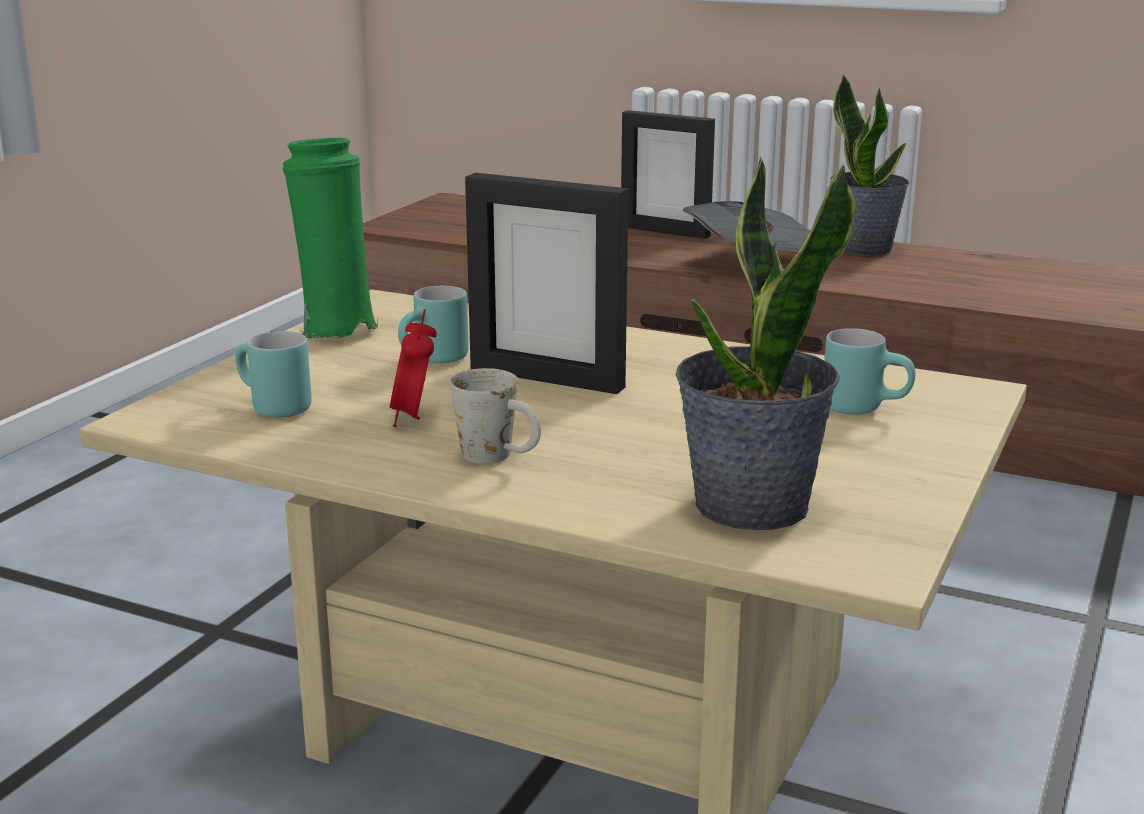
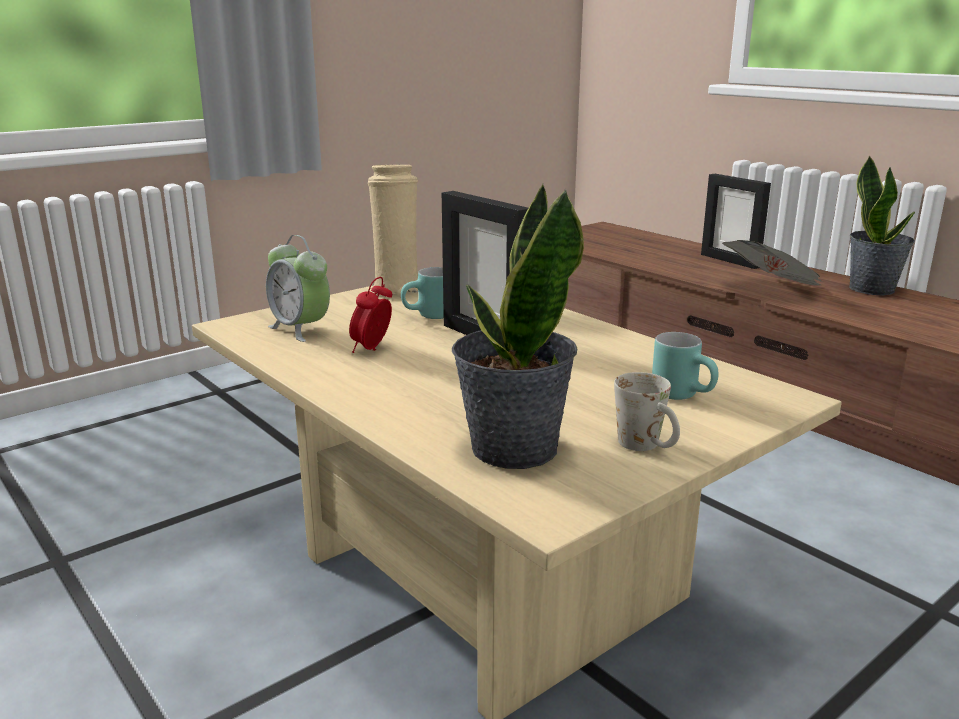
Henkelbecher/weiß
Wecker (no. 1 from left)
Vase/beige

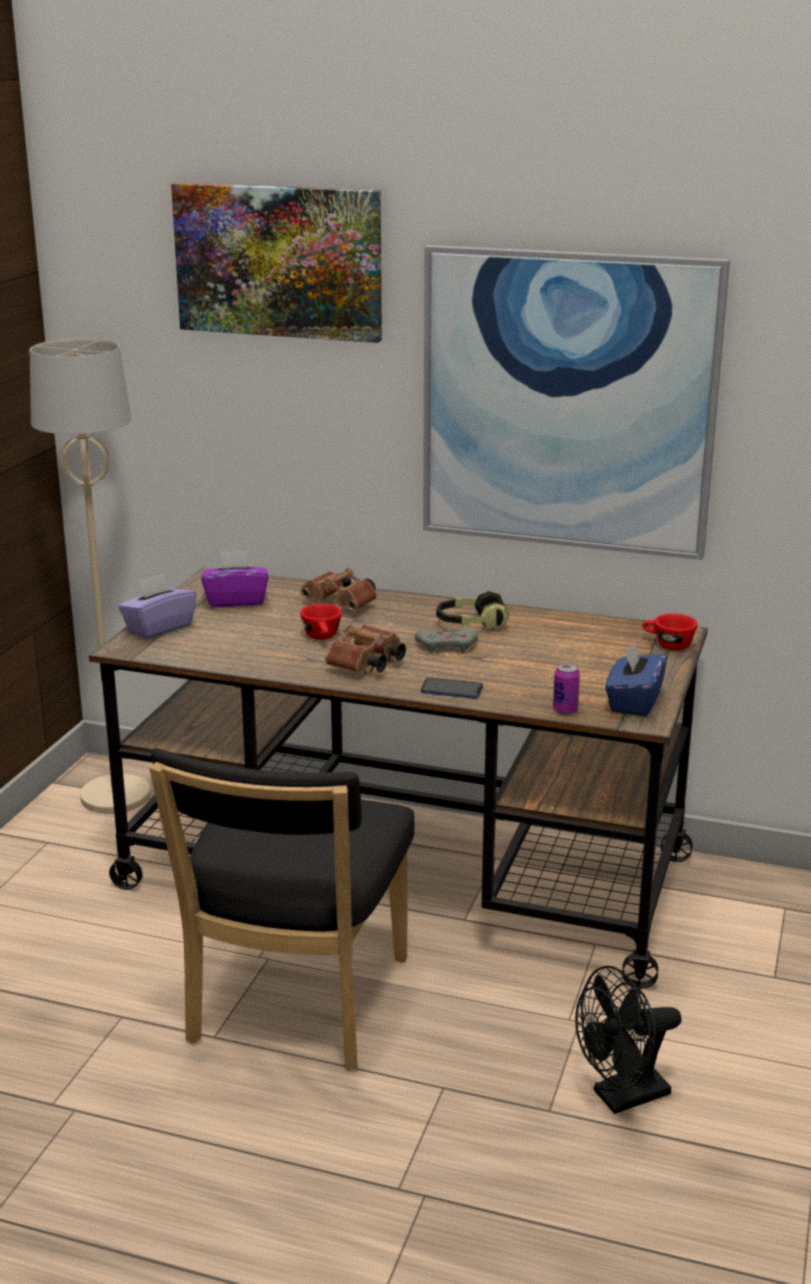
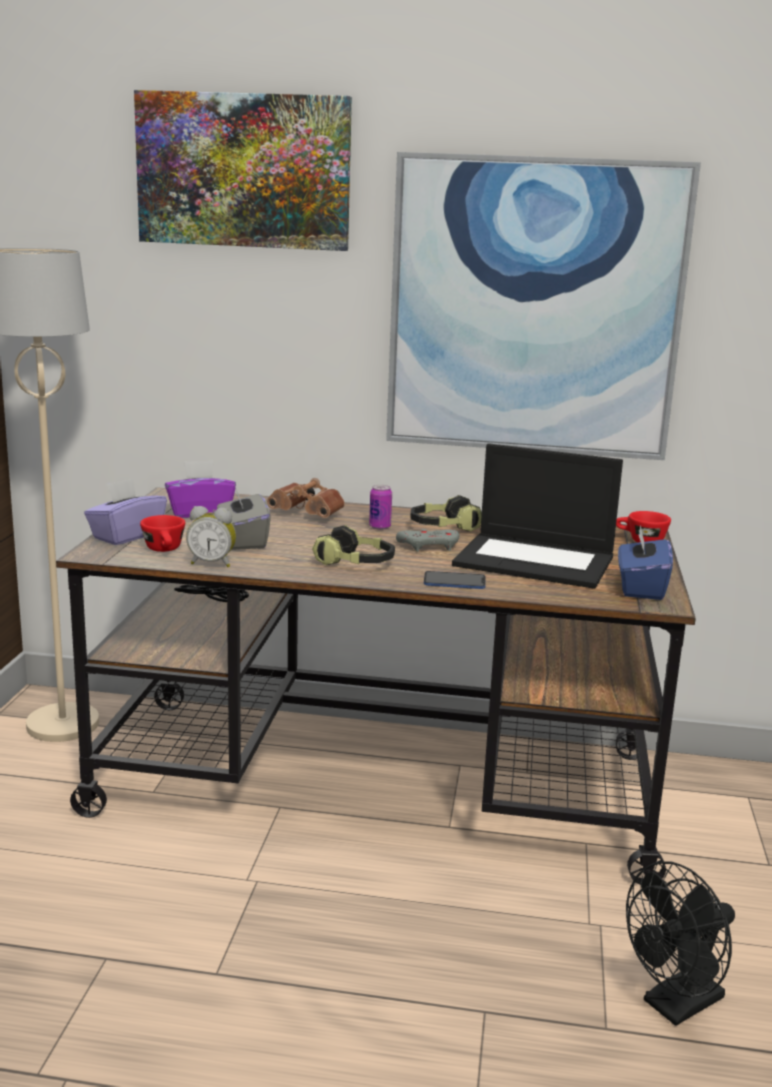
Stuhl/schwarz
Wecker
Taschentuchbox/grau
Laptop
Tasse/rot (no. 1 from left)
Dose
Kopfhörer (no. 1 from left)

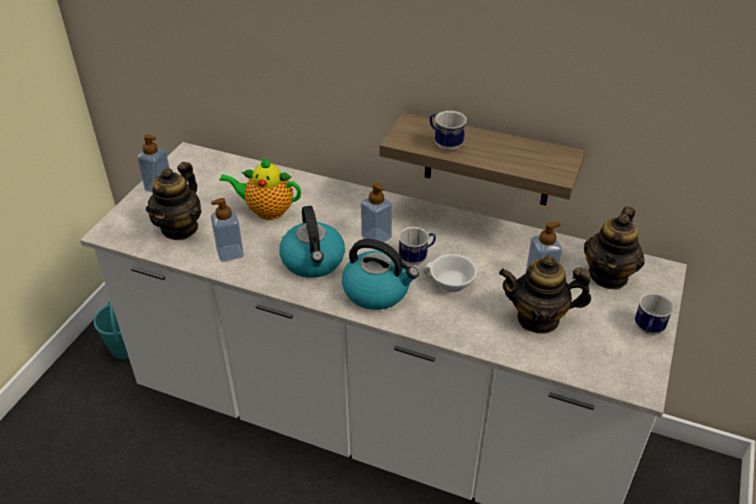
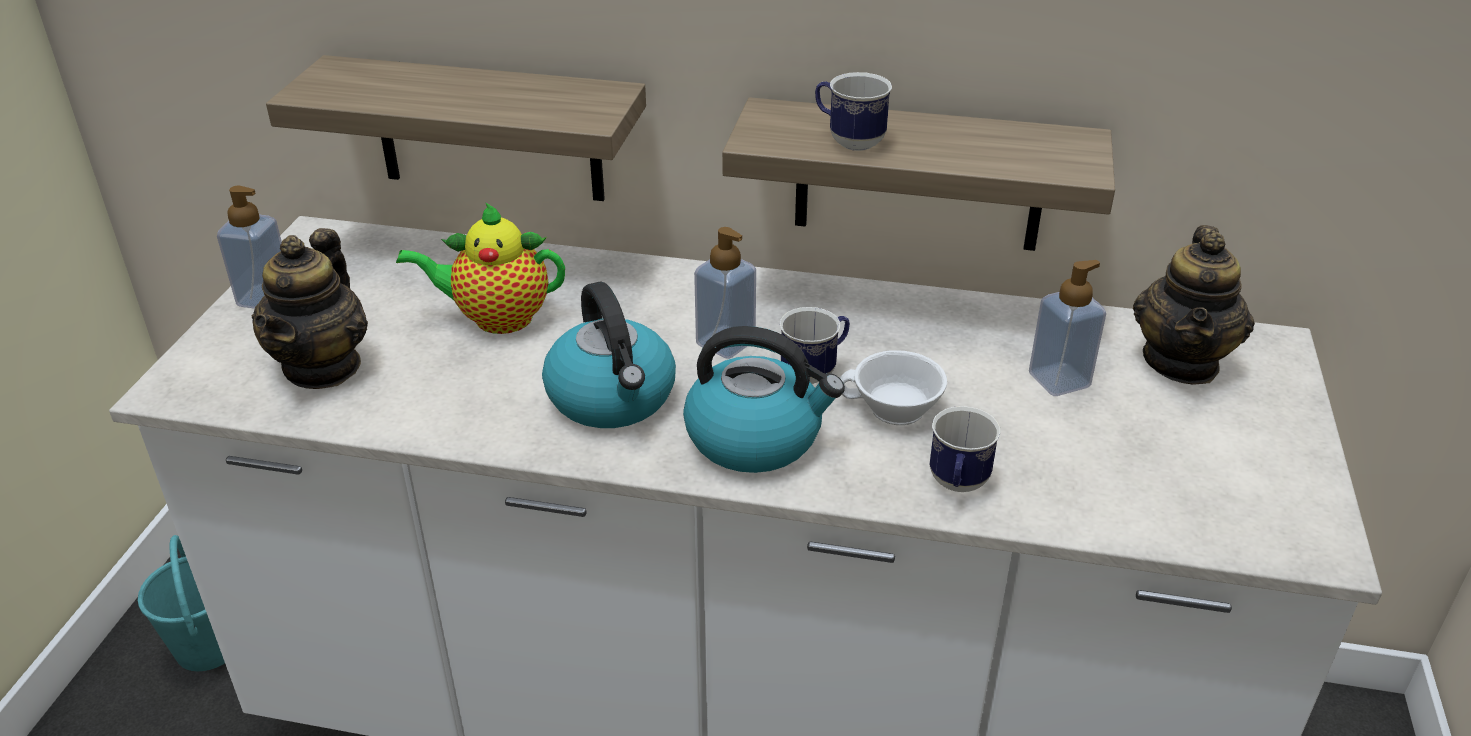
Seifenspender (no. 2 from left in the first image)
Teekanne (no. 3 from left in the first image)
Wandregal (no. 1 from left)
Henkelbecher (no. 3 from left)

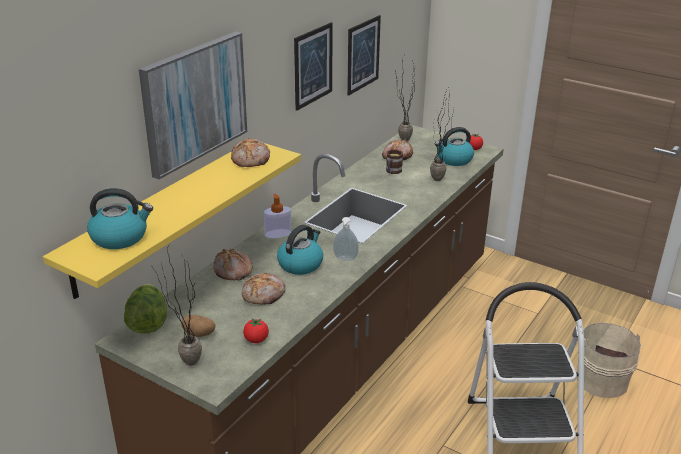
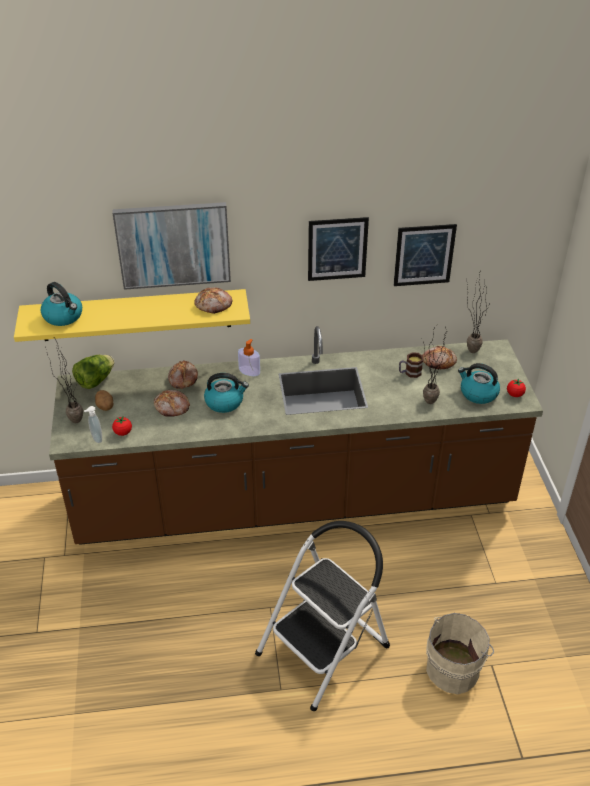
Seifenspender (no. 1 from left)

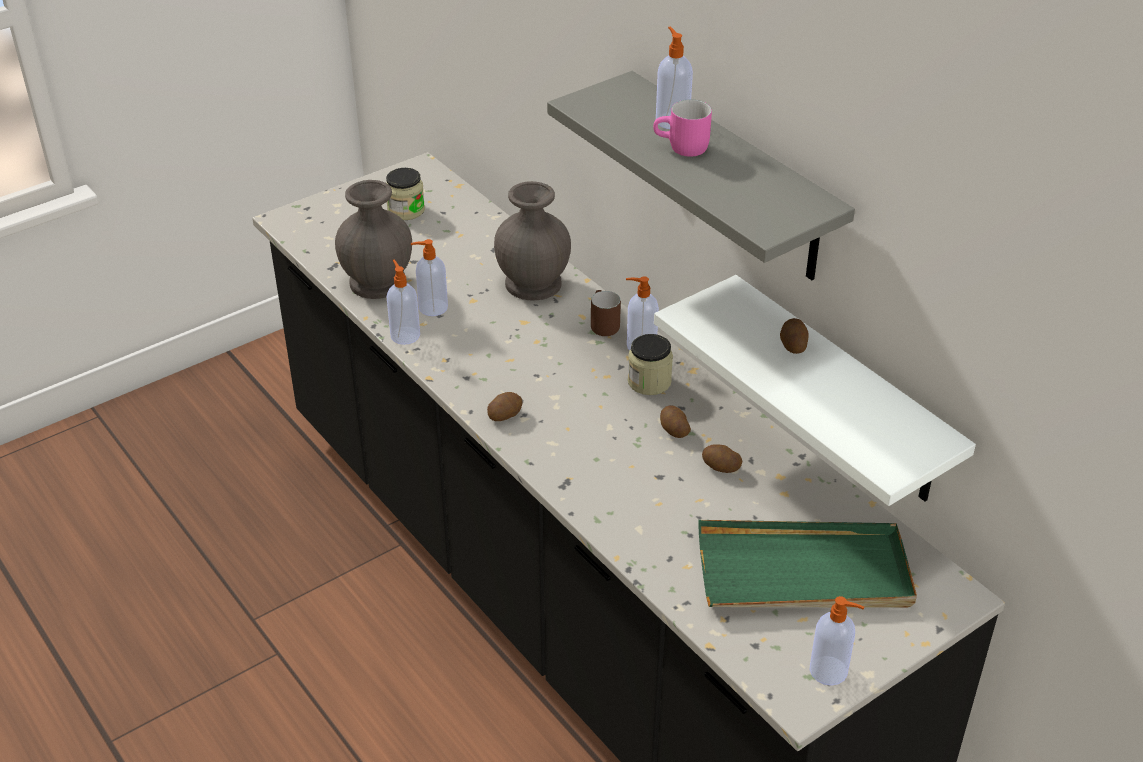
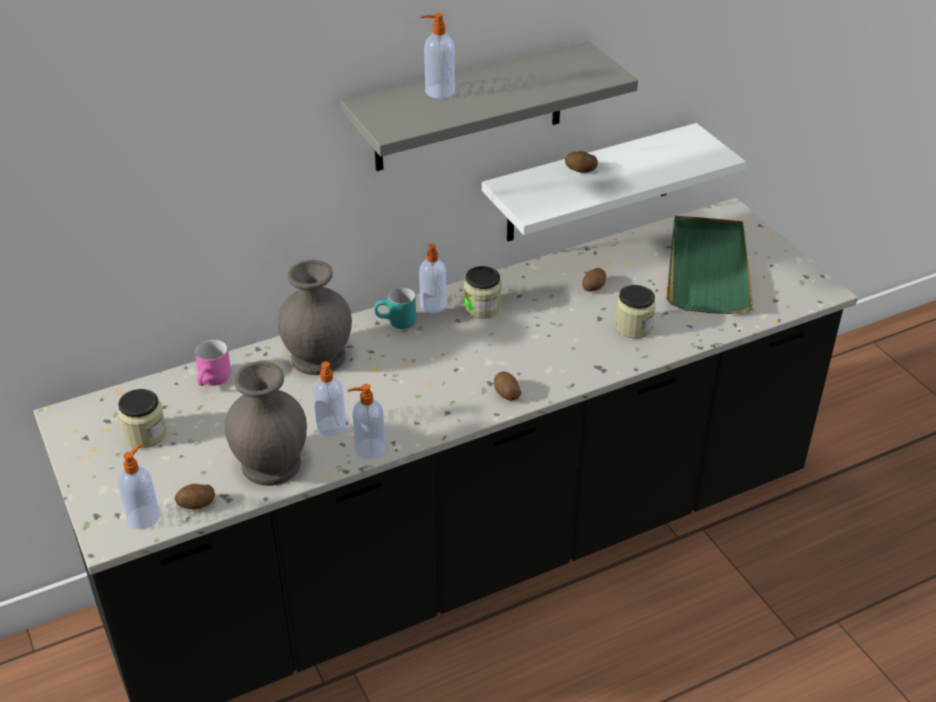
Vorratsglas (no. 3 from left)
Henkelbecher/rosa
Kartoffel (no. 1 from left)
Seifenspender (no. 1 from left)
Henkelbecher/türkis

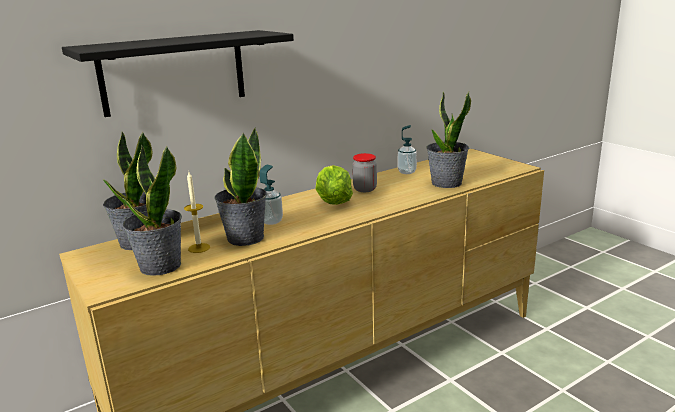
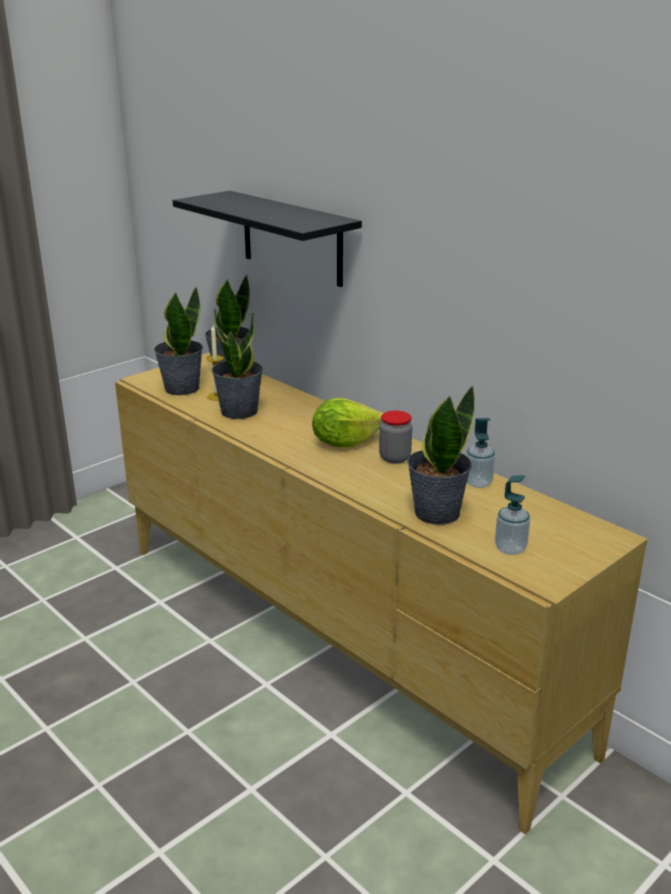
Seifenspender (no. 2 from left)

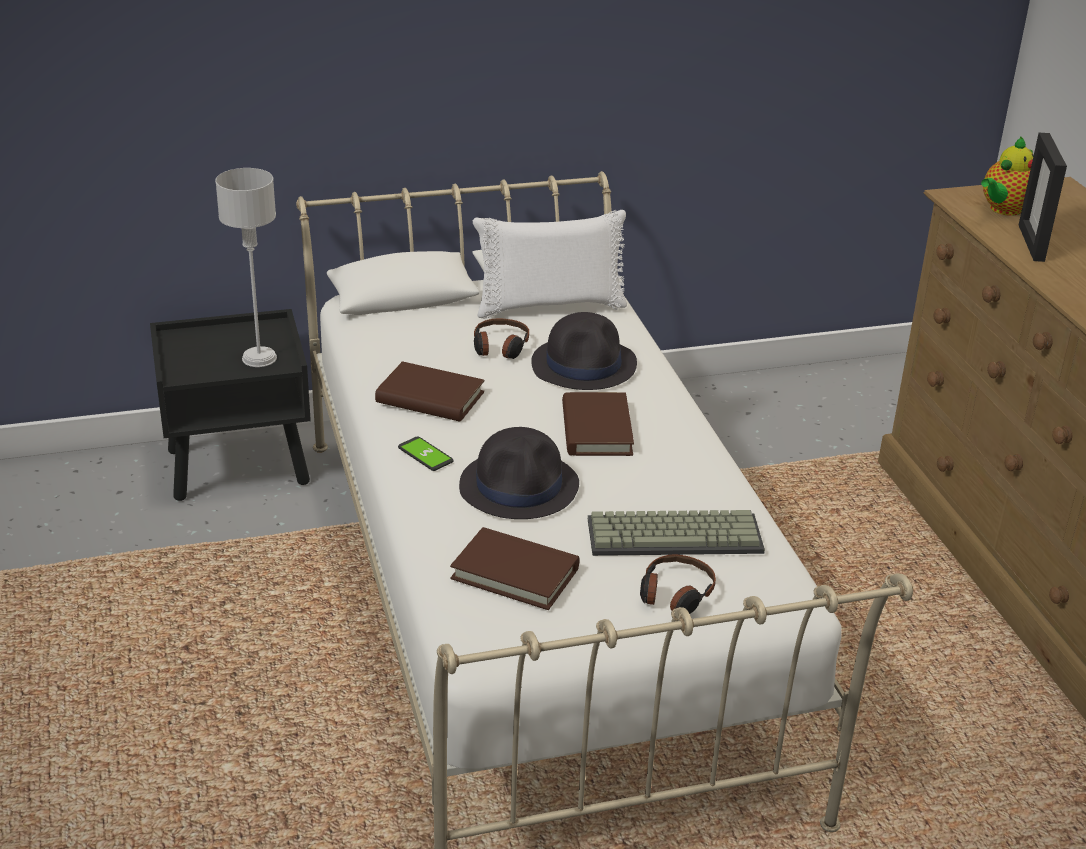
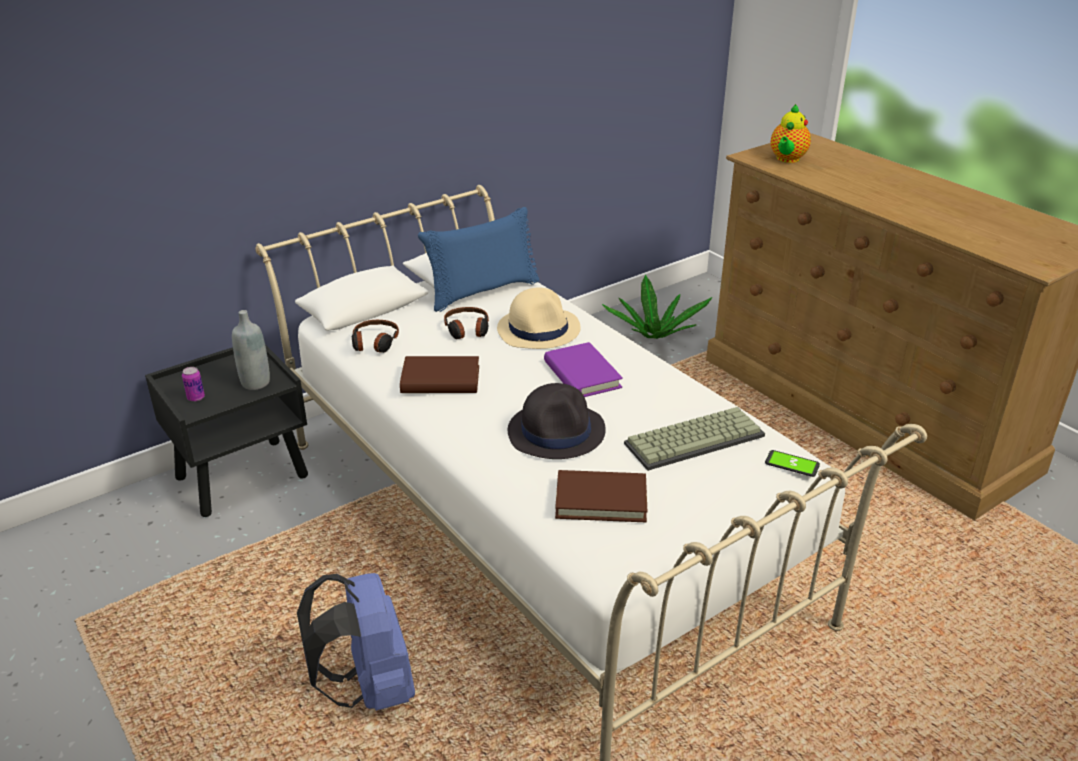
Bilderrahmen
Dose
Rucksack/blau
Topfpflanze
Handy
Kopfhörer (no. 1 from left)
Flasche/grau
Kissen/blau
Hut/beige
Buch/lila

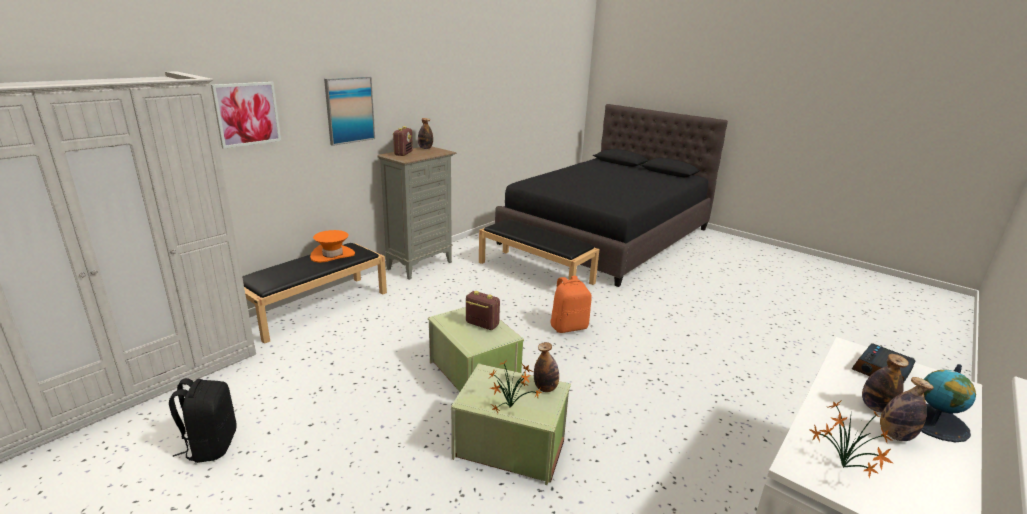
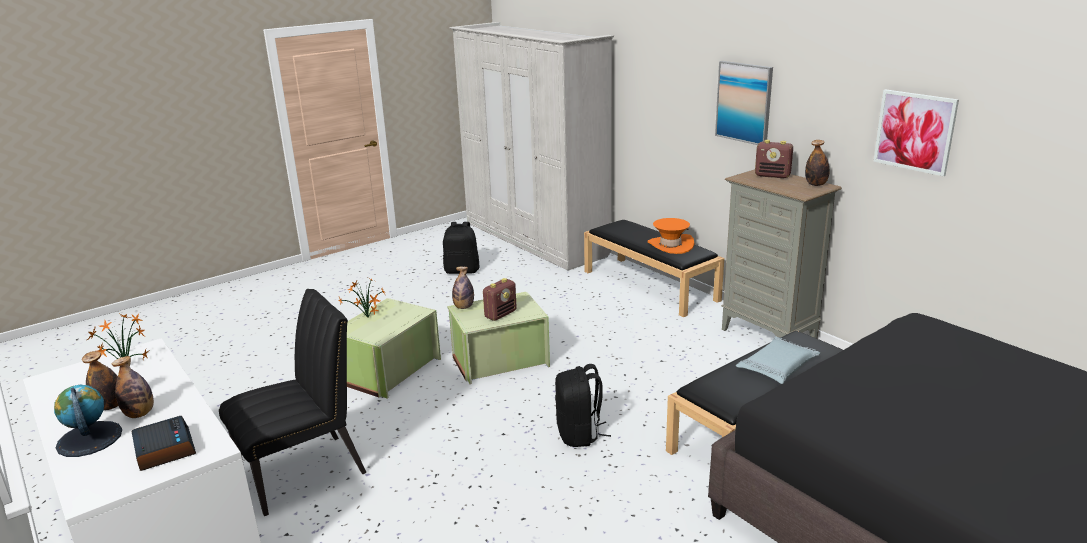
Stuhl/schwarz
Kissen/blau
Bild (no. 2 from left)
Flasche (no. 3 from left)
Rucksack/schwarz (no. 2 from left)

